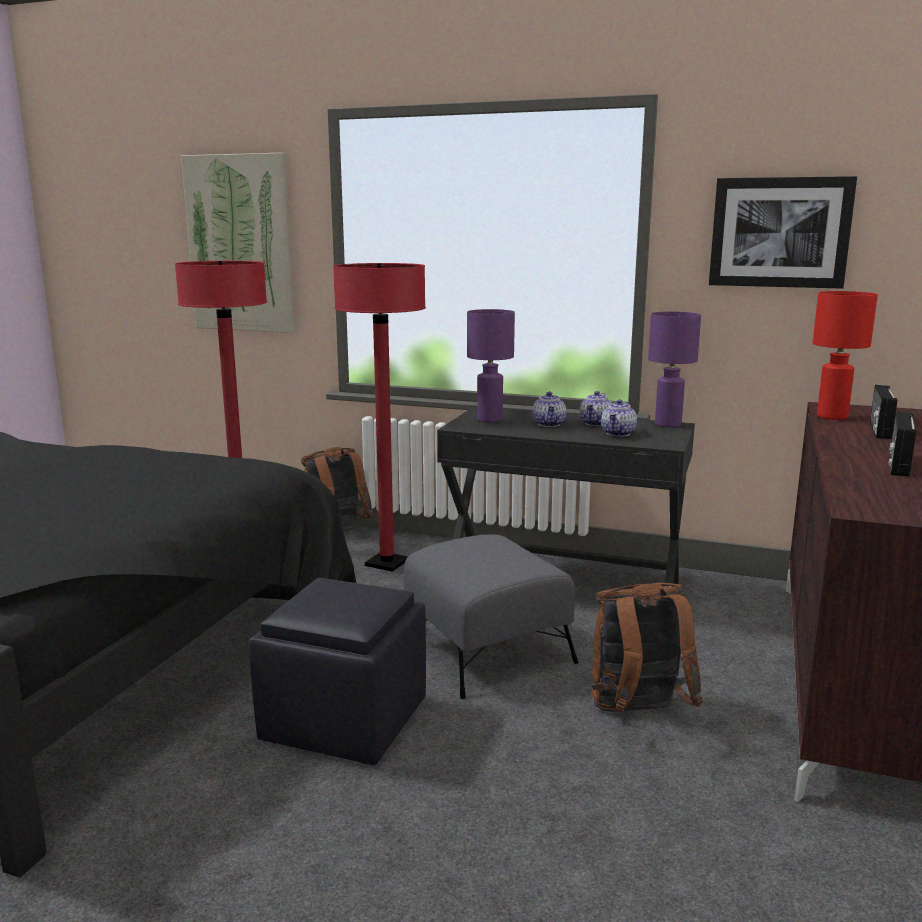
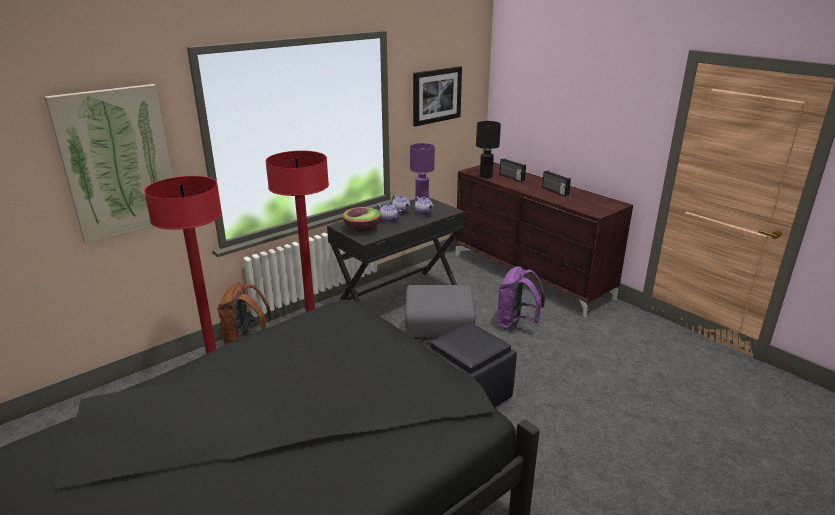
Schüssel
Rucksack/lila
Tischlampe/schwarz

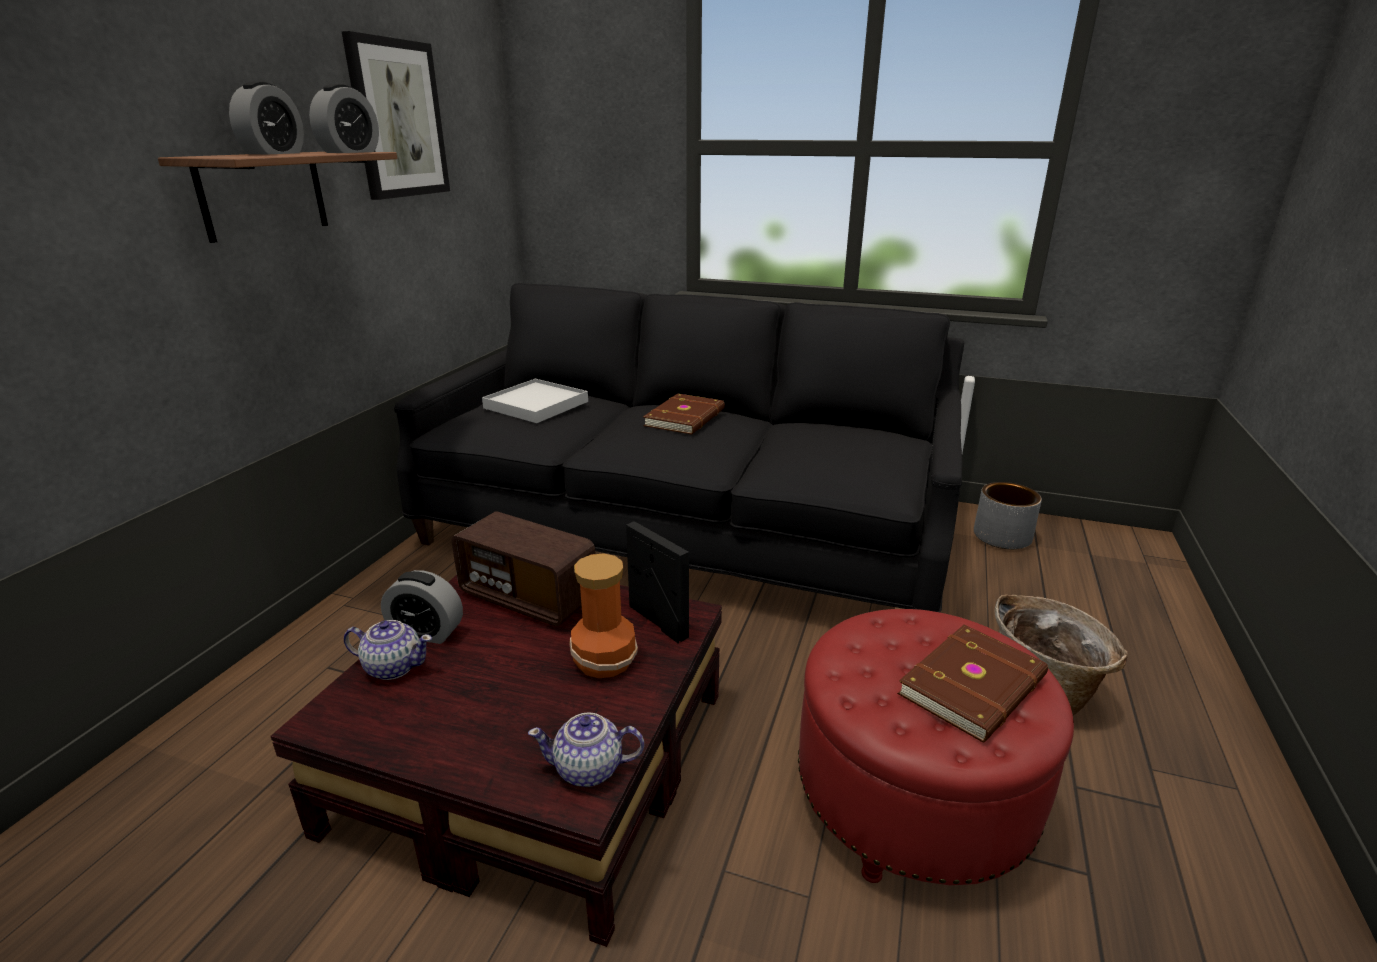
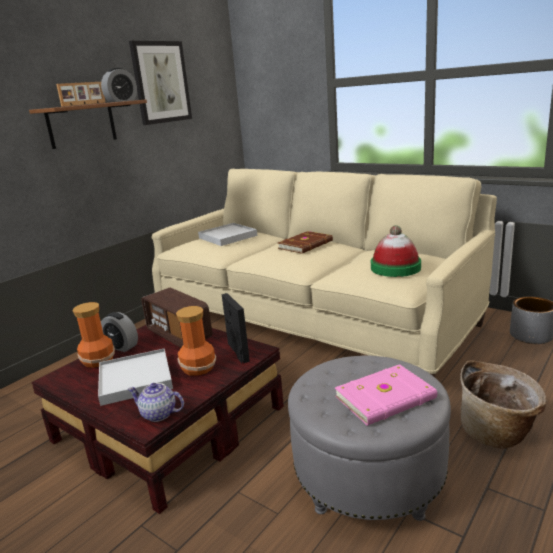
Tablett/weiß (no. 1 from left)
Hut
Bilderrahmen (no. 1 from left)
Vase (no. 1 from left)
Sofa/beige
Polsterhocker/grau
Buch/rosa

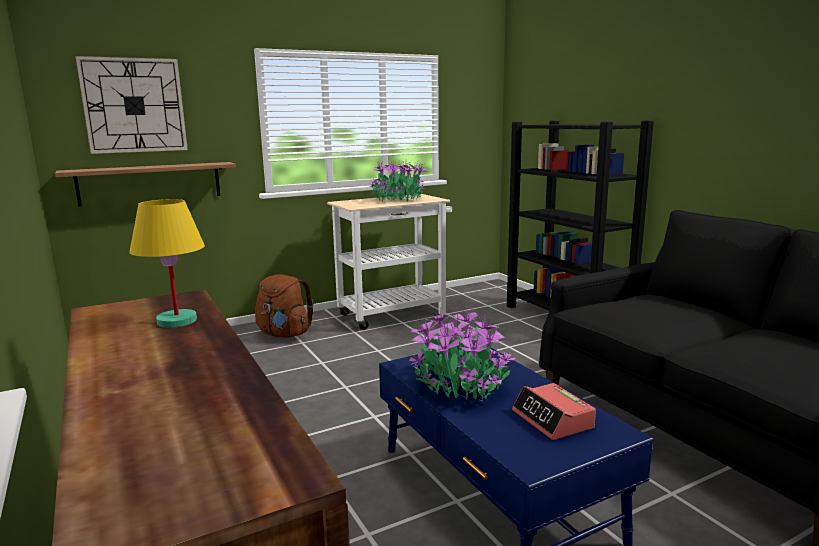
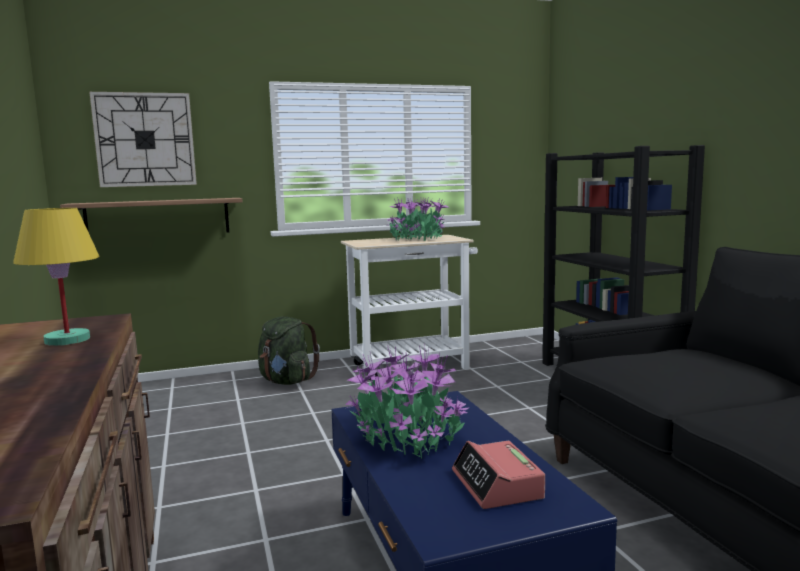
Rucksack/grün

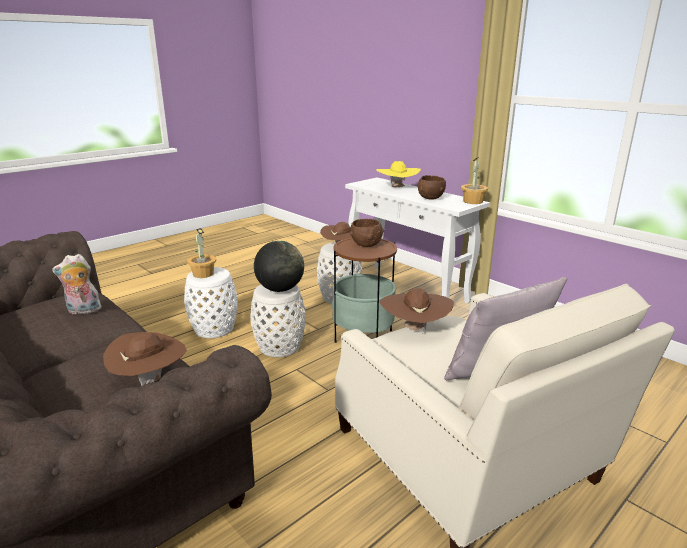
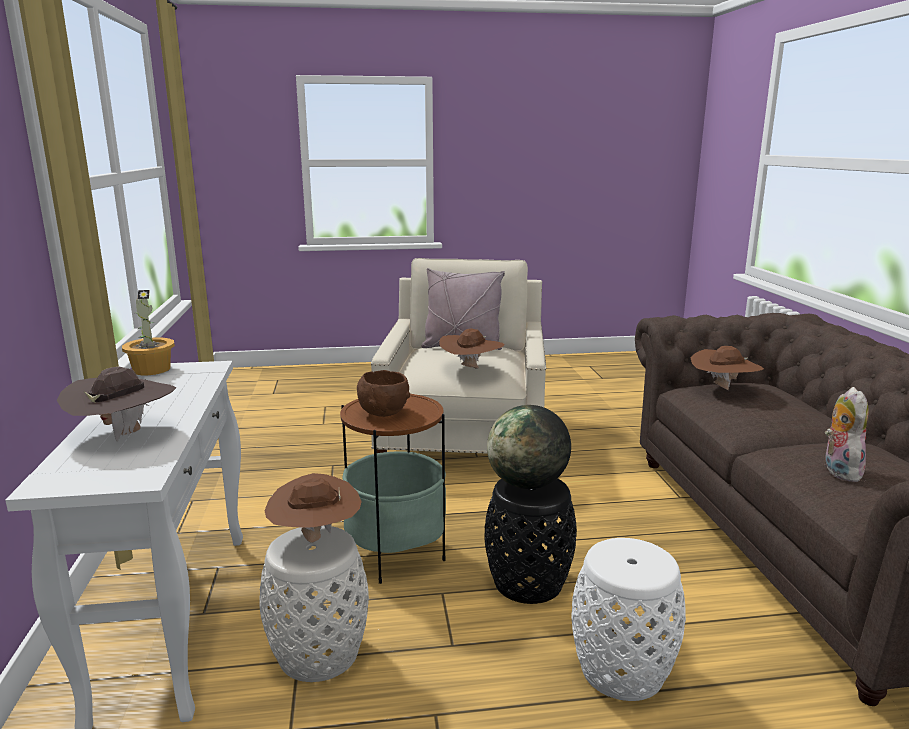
Topfpflanze (no. 1 from left in the first image)
Schüssel/braun (no. 2 from left in the first image)
Hocker/schwarz
Hut/braun (no. 1 from left)
Plüschtier

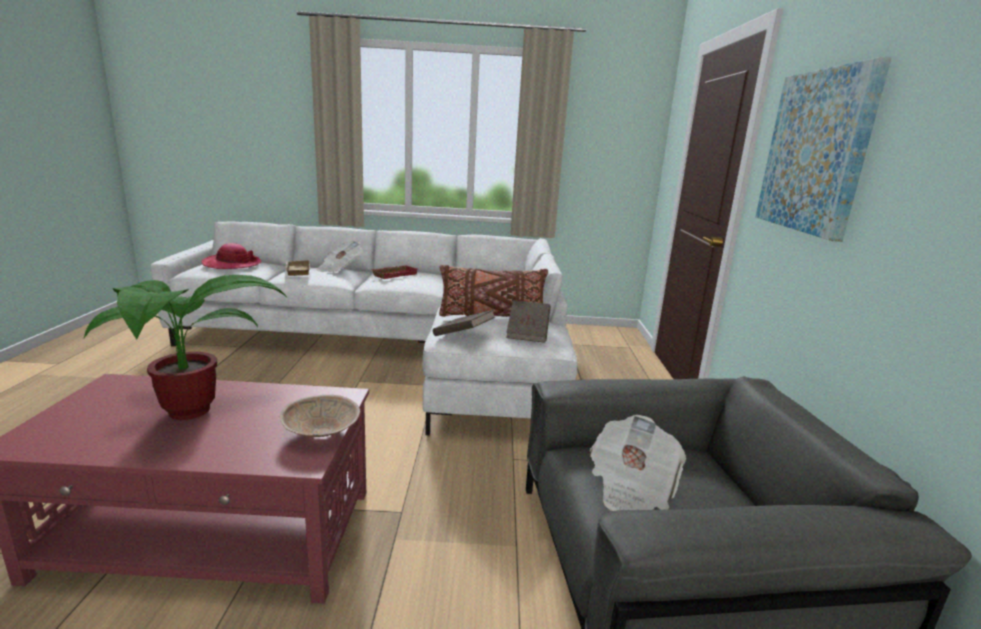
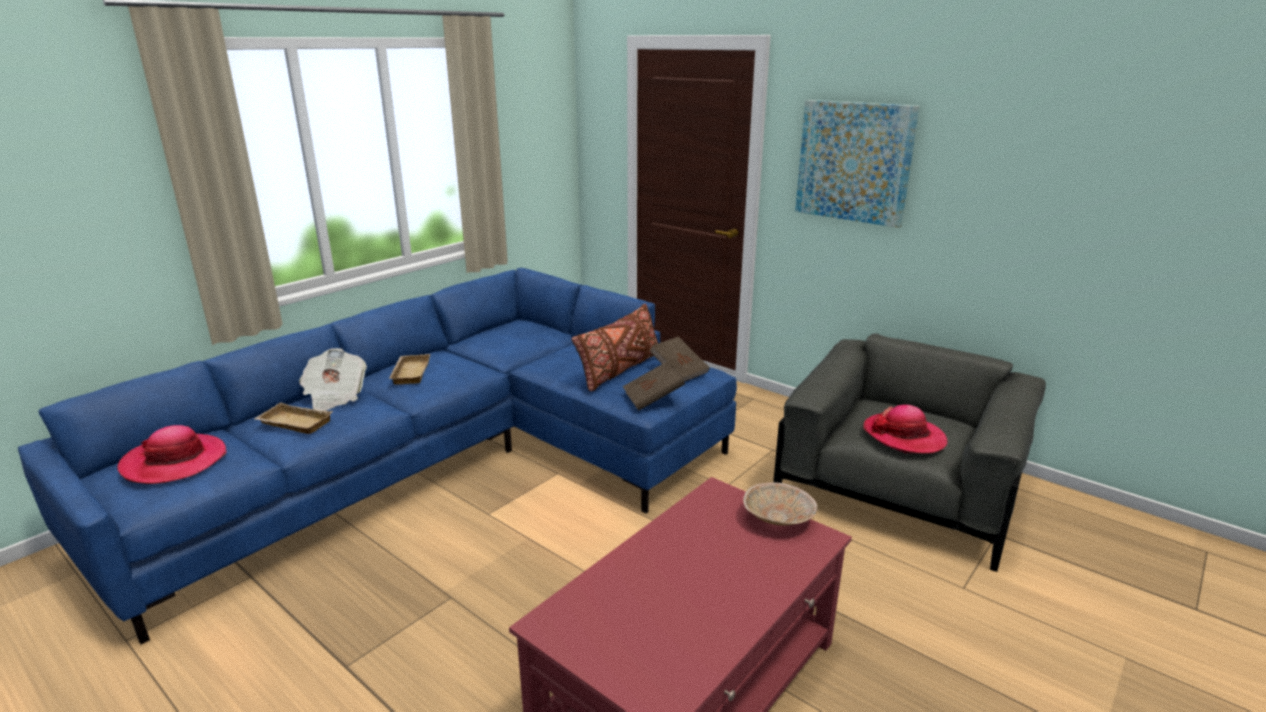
Topfpflanze
Hut (no. 2 from left)
Sofa/blau
Tablett/beige (no. 2 from left)

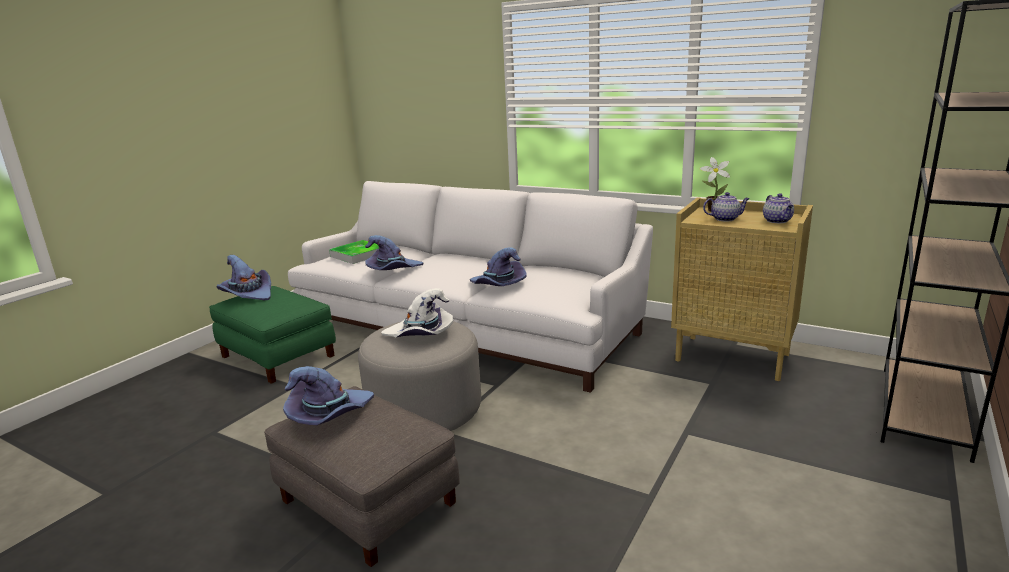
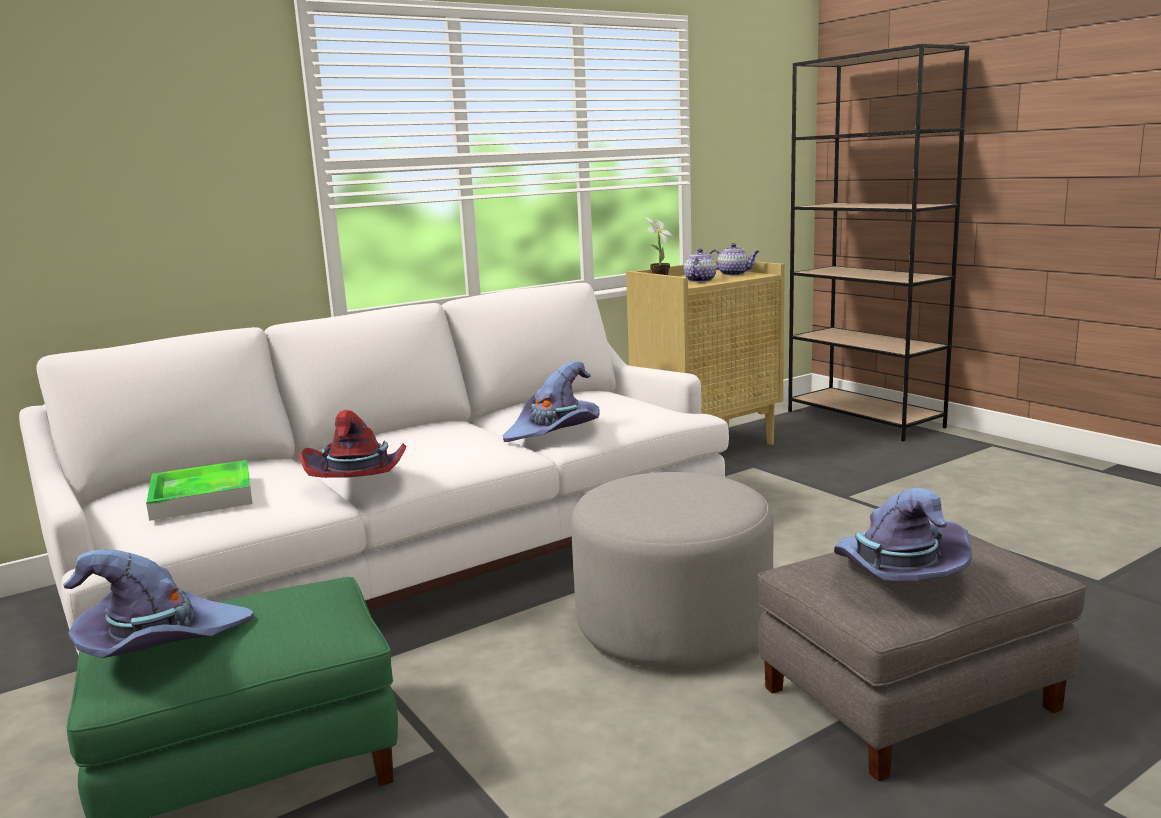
Hut/weiß
Hut/rot

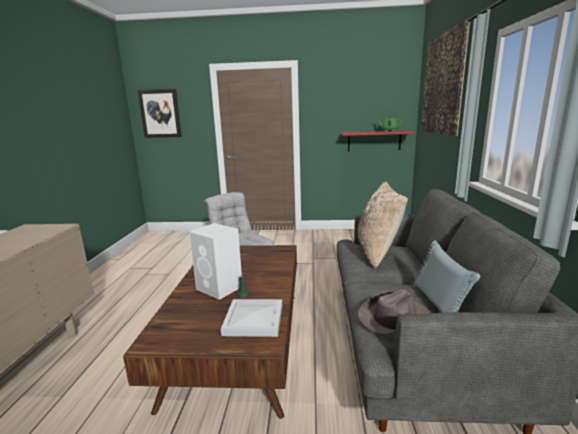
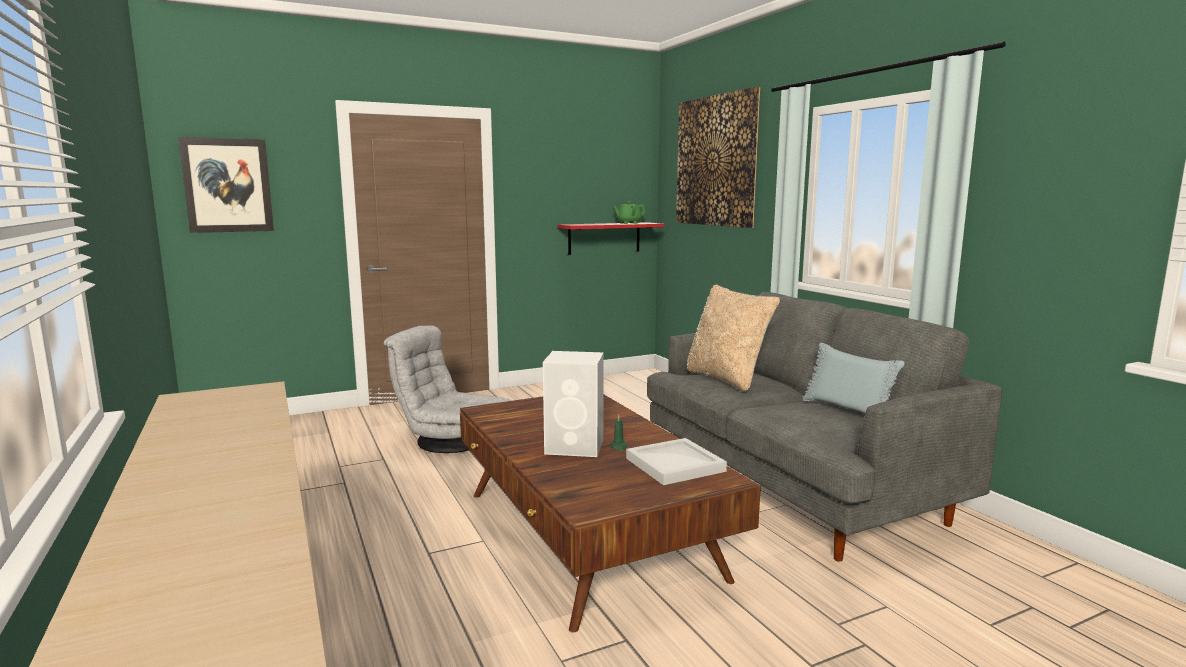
Hut/braun

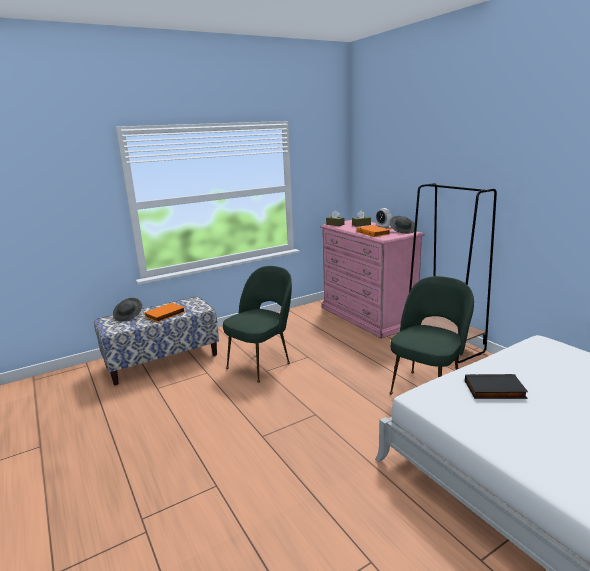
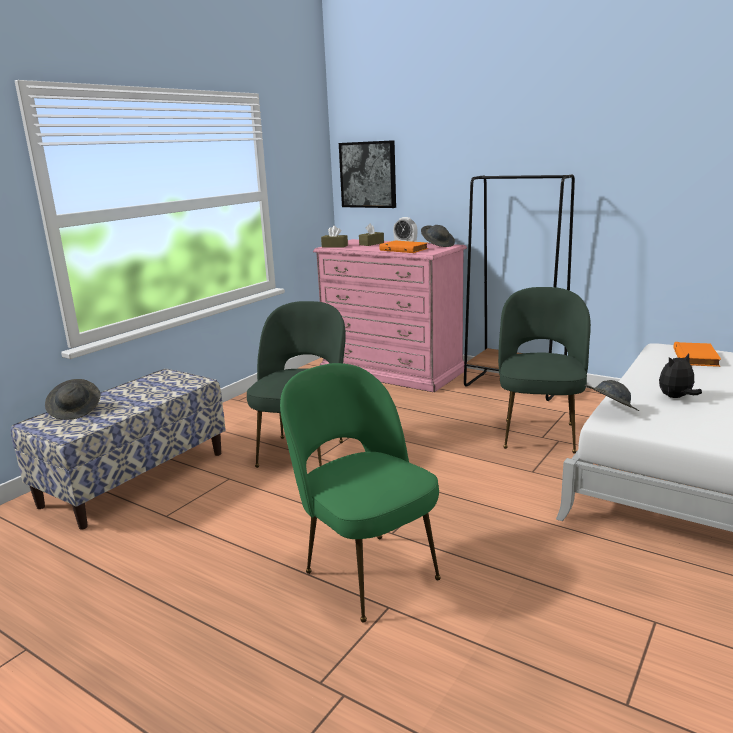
Stuhl/grün (no. 2 from left)
Bild
Hut/grau (no. 3 from left)
Buch/orange (no. 2 from left)
Plüschtier

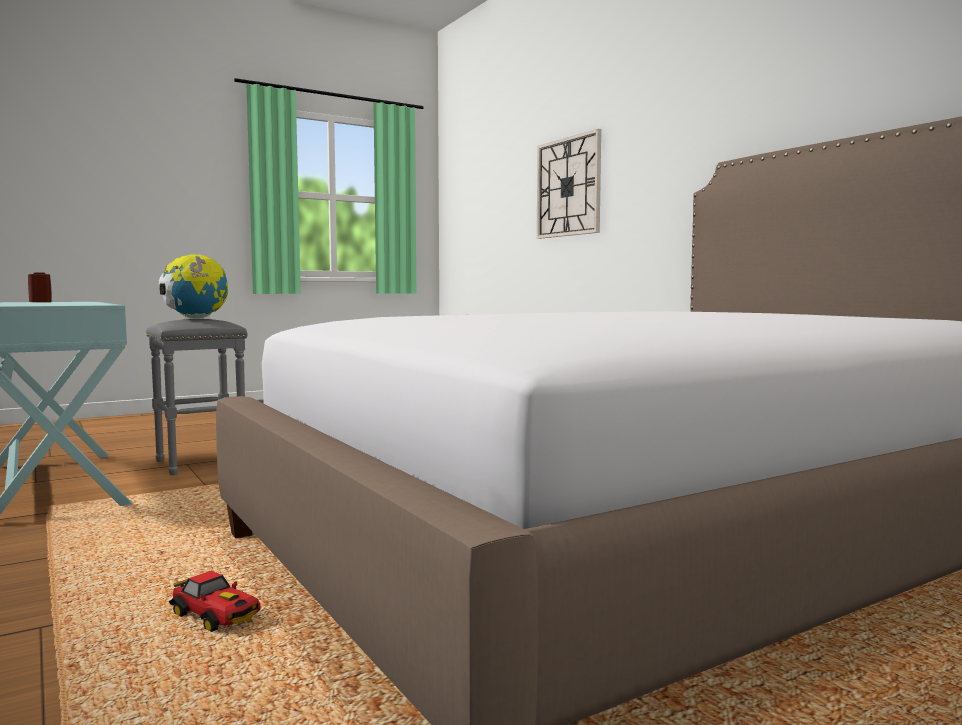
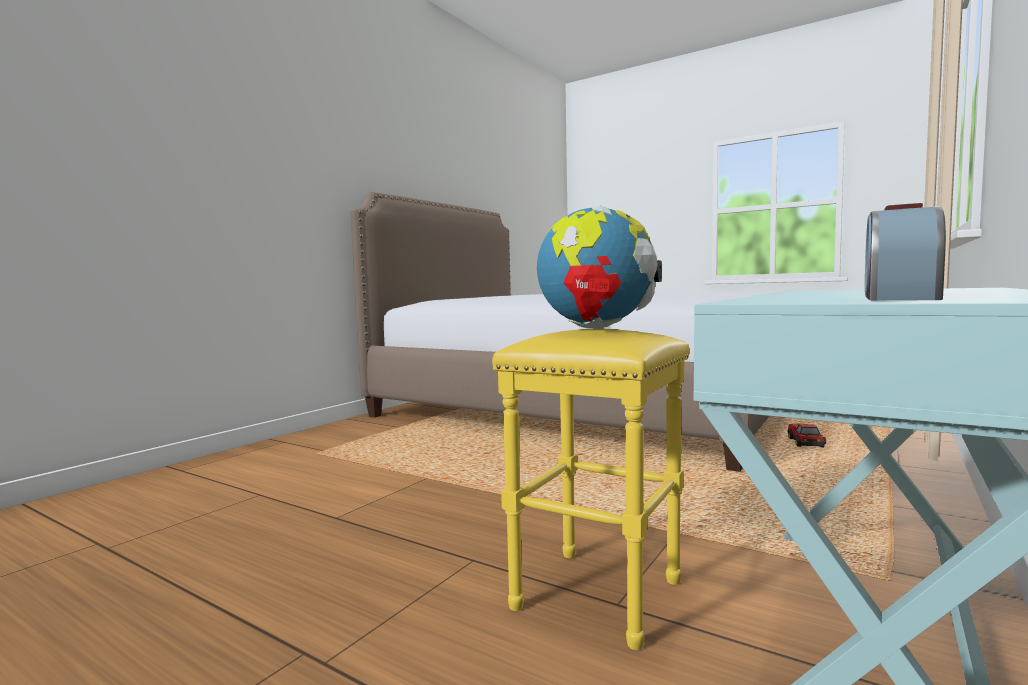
Wanduhr
Hocker/gelb

